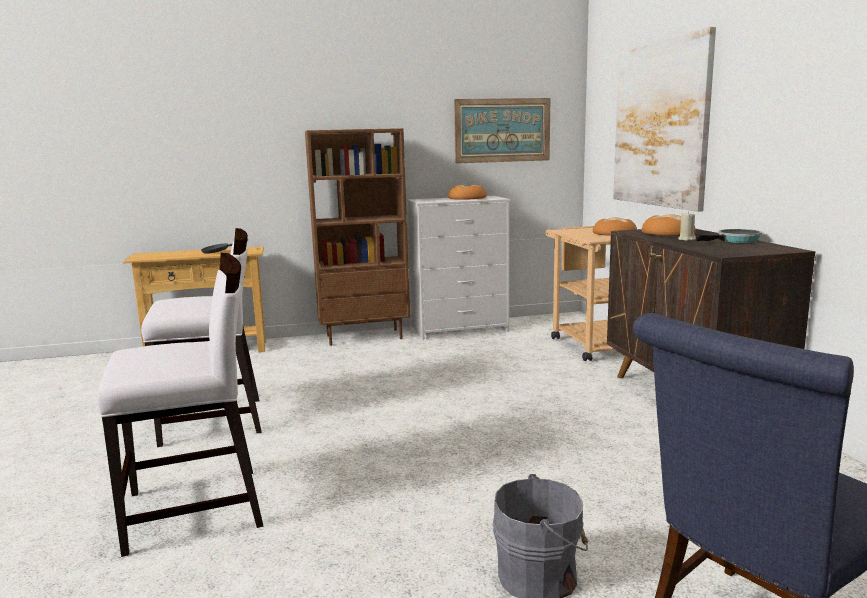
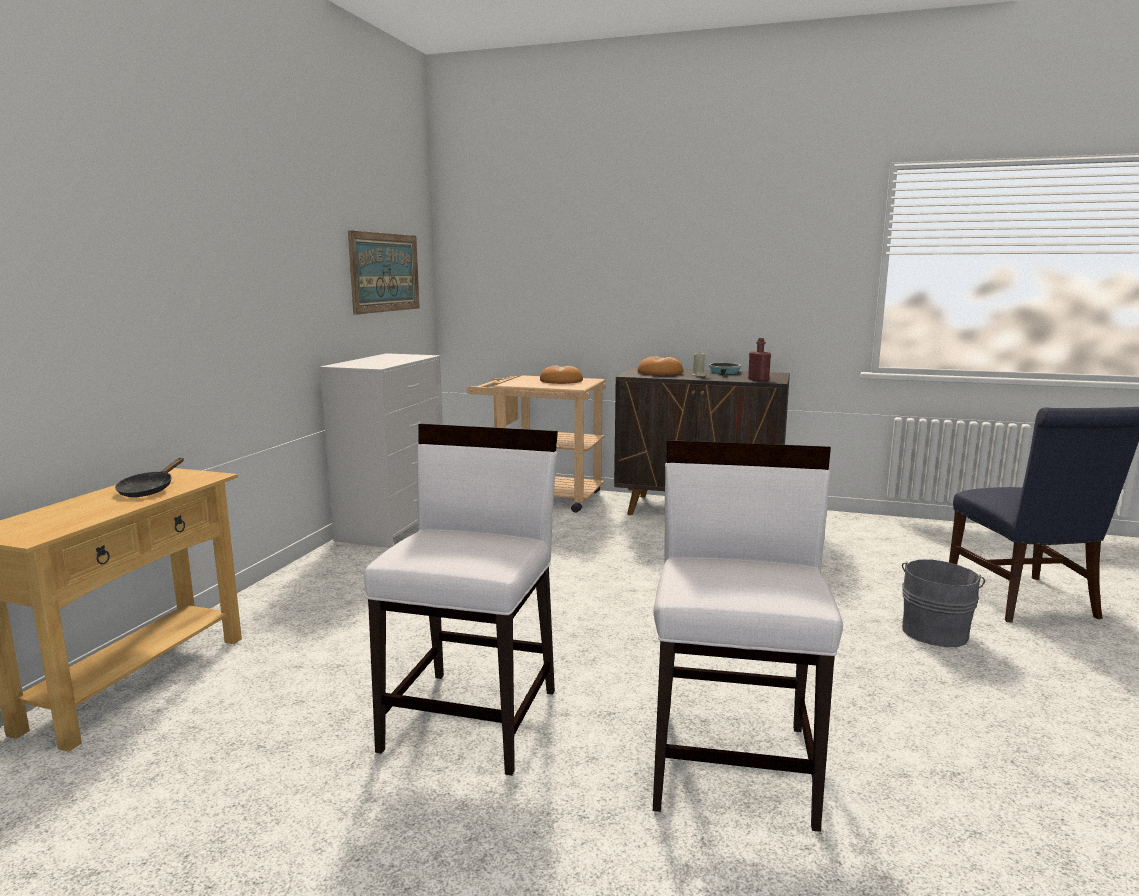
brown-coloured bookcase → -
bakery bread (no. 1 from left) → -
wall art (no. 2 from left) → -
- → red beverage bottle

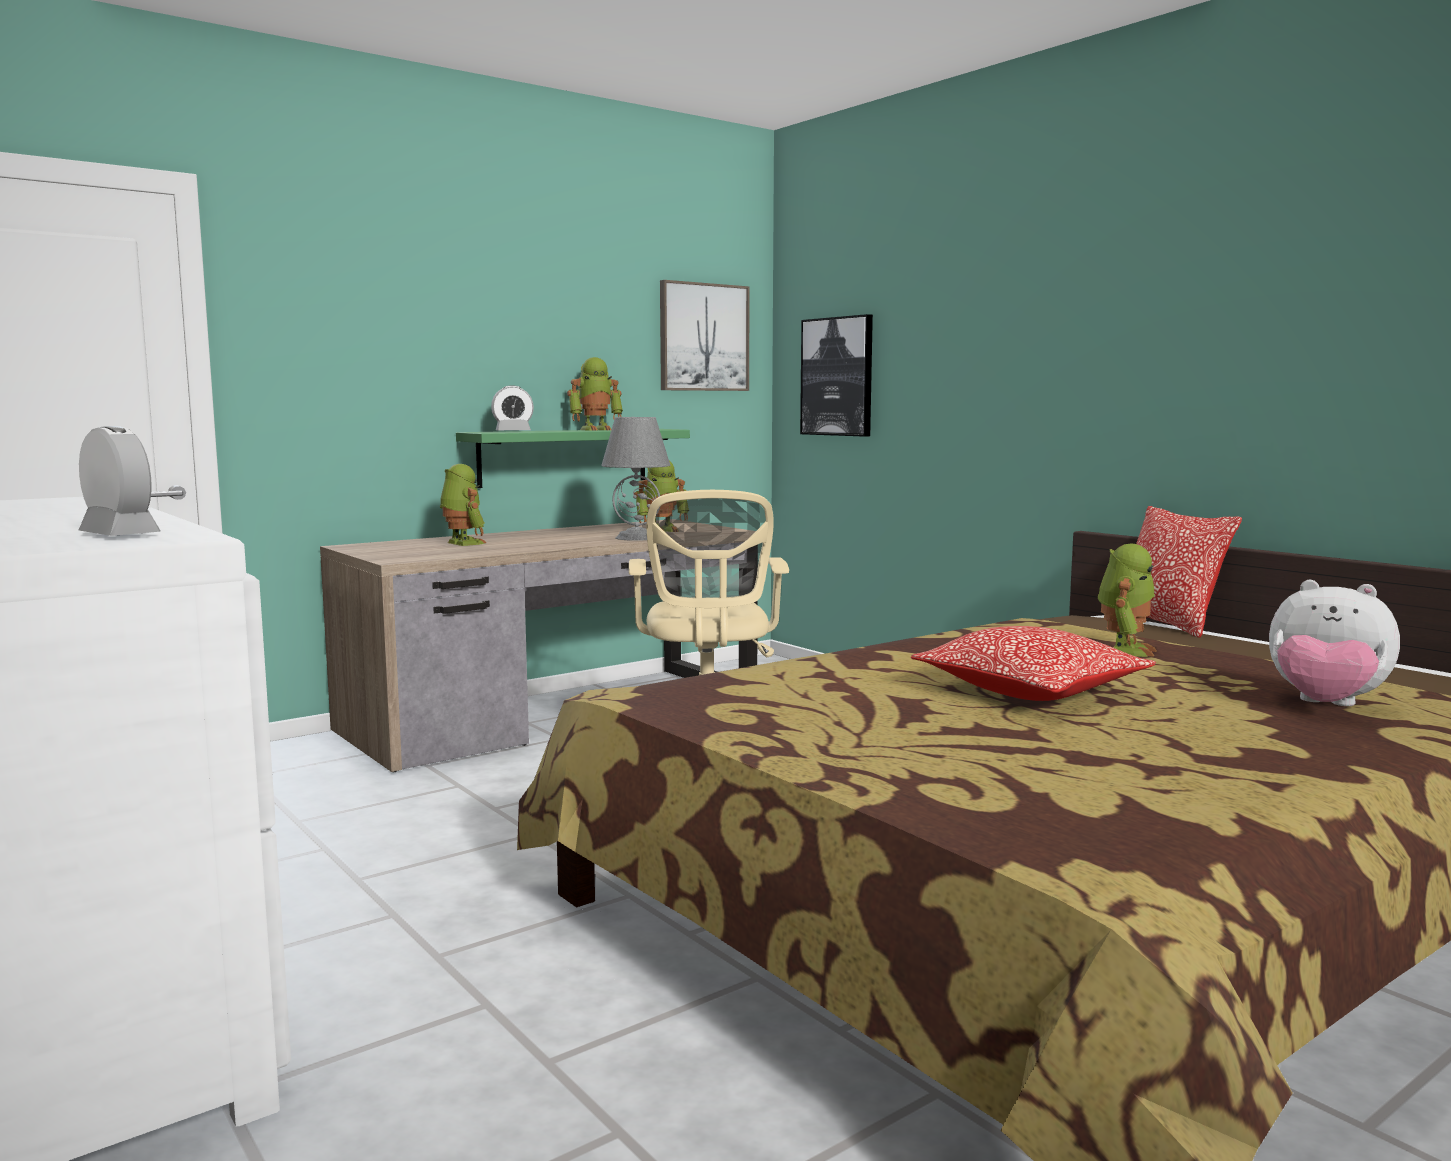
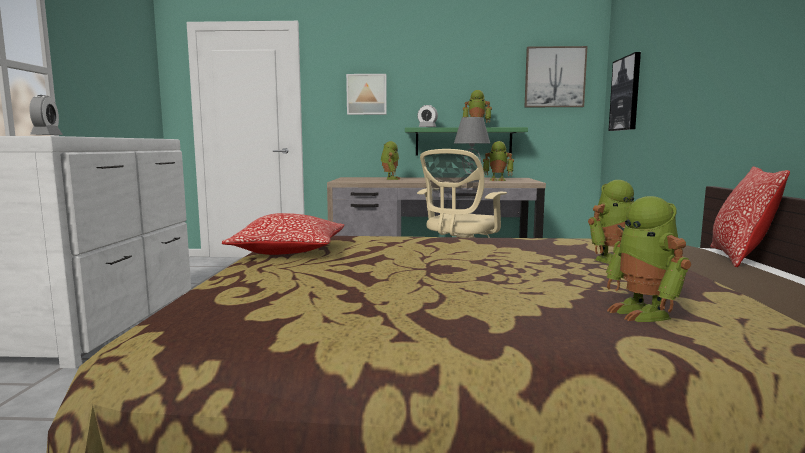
- → wall art (no. 1 from left)
cushion (no. 1 from left), shifted
cuddly toy → robot figure (no. 5 from left)

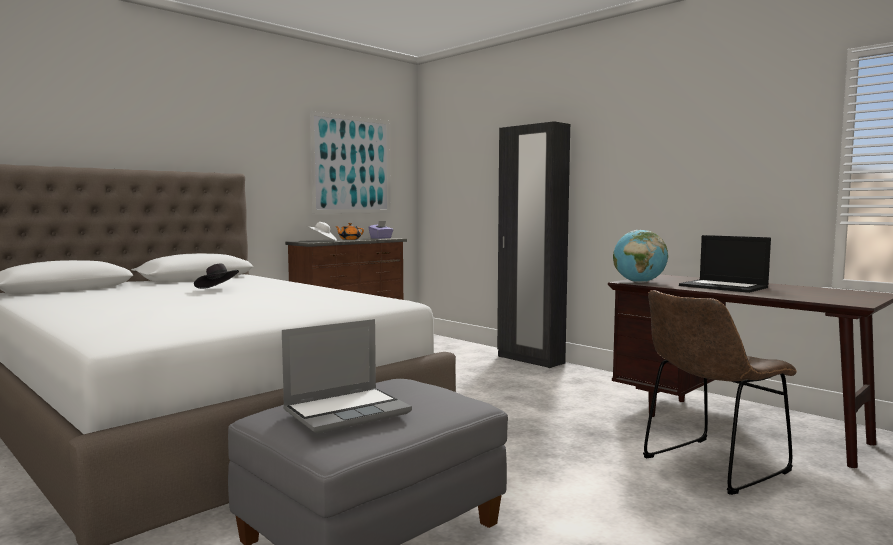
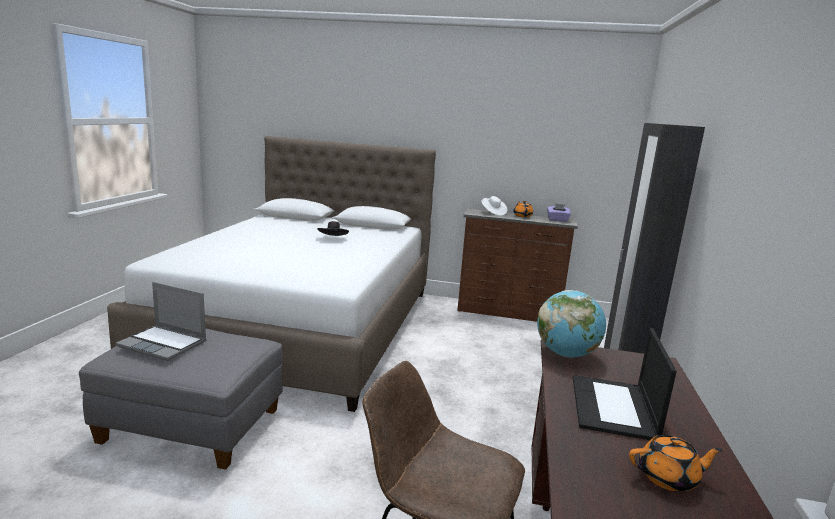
wall art → -
- → orange-coloured teapot (no. 2 from left)

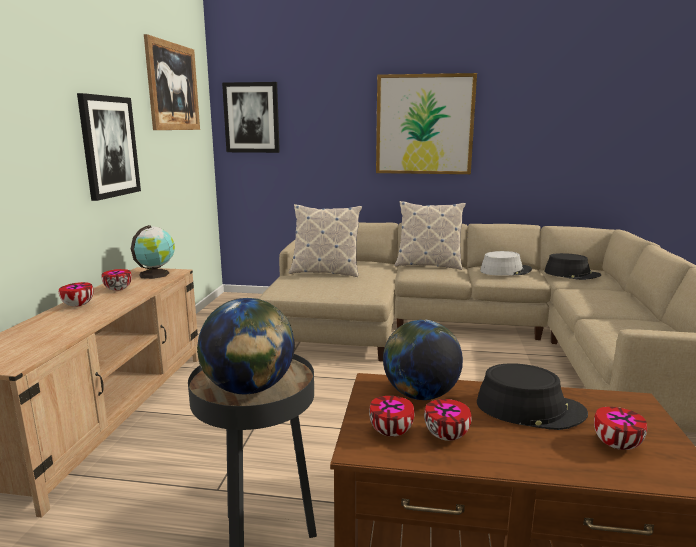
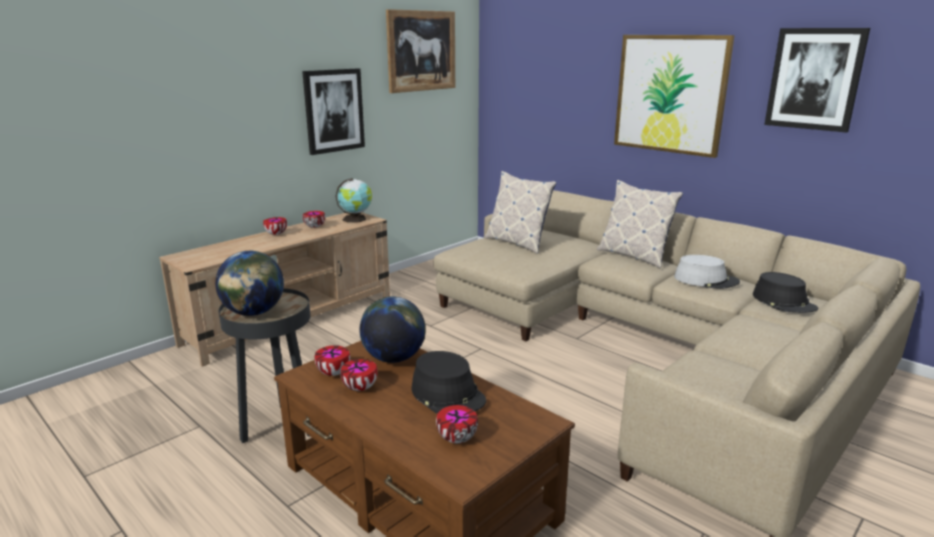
wall art (no. 3 from left in the first image) → wall art (no. 4 from left), shifted

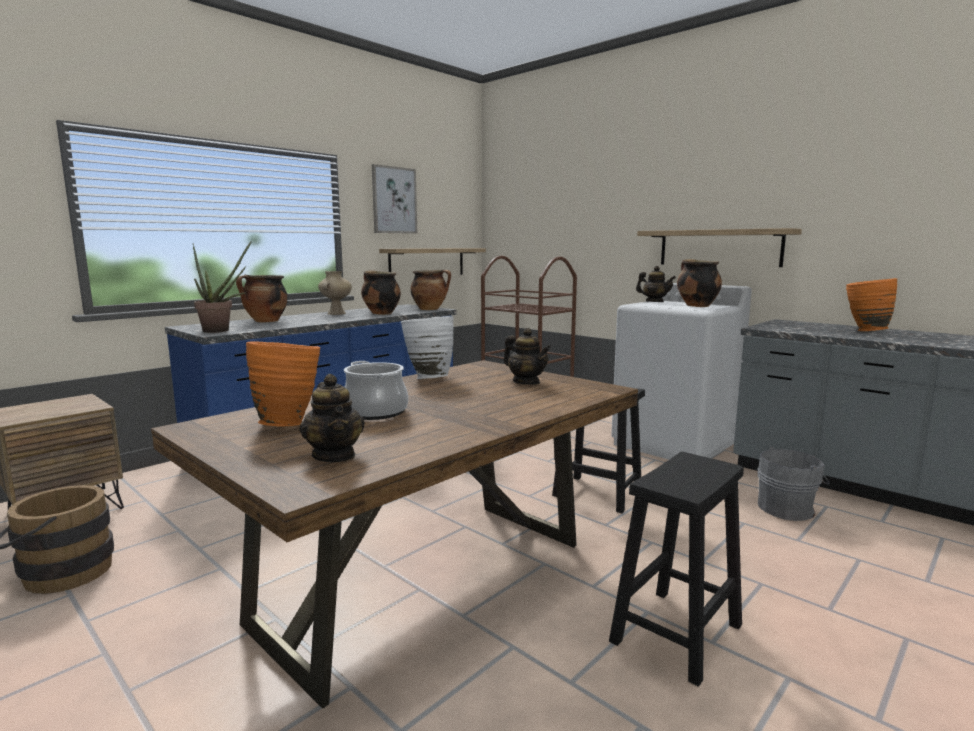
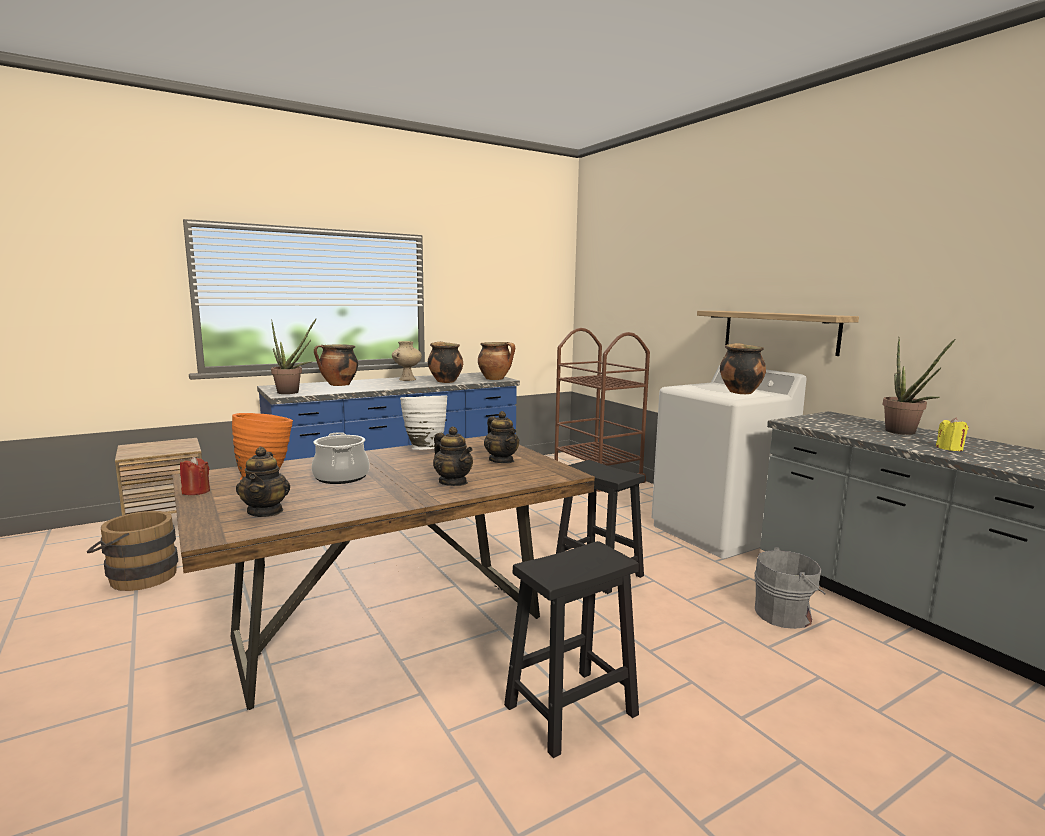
wall art → -
wall shelf (no. 1 from left) → -
- → red wax candle
- → yellow wax candle
teapot (no. 3 from left in the first image) → teapot (no. 2 from left), shifted
orange-coloured flower vase (no. 2 from left) → plant in a pot (no. 2 from left)

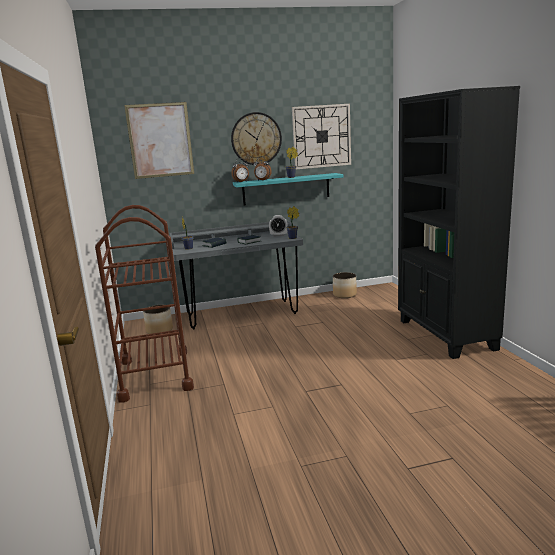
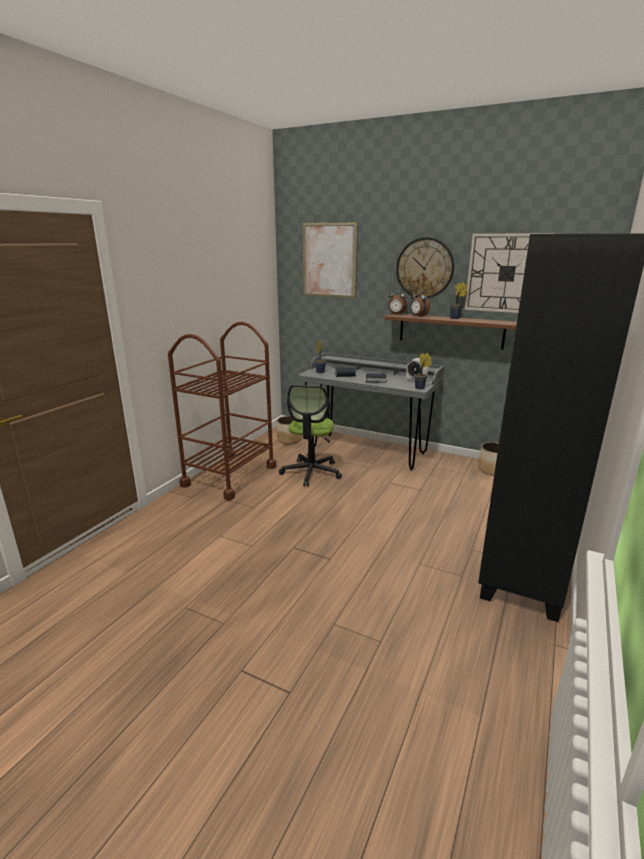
- → desk chair
turquoise-coloured wall shelf → brown-coloured wall shelf

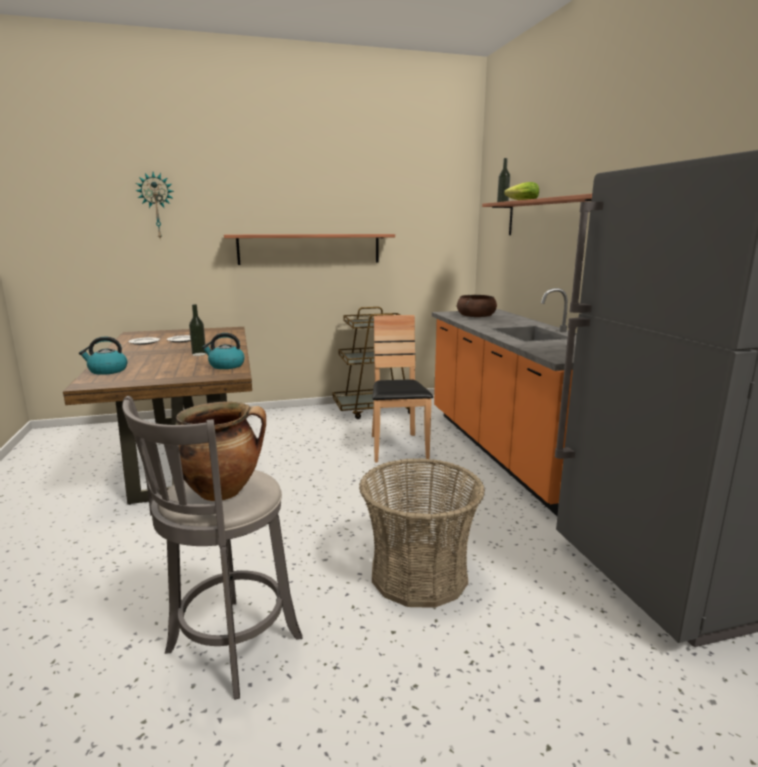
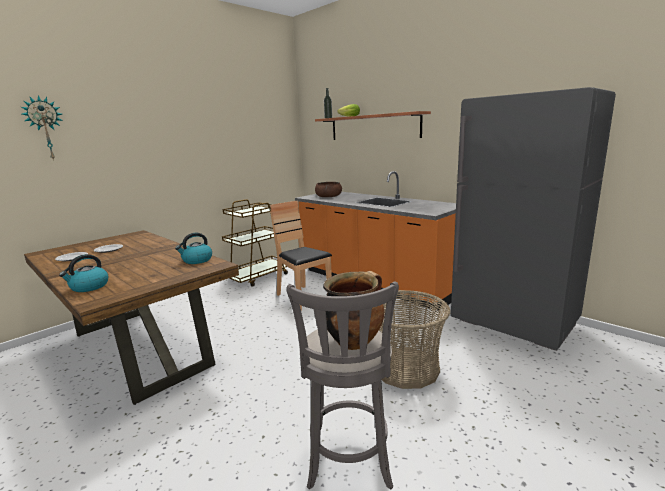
beverage bottle (no. 1 from left) → -
wall shelf (no. 1 from left) → -

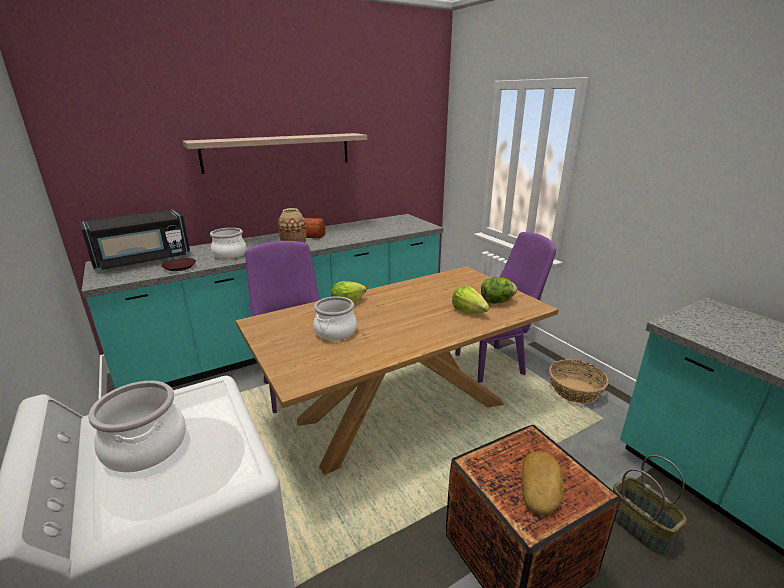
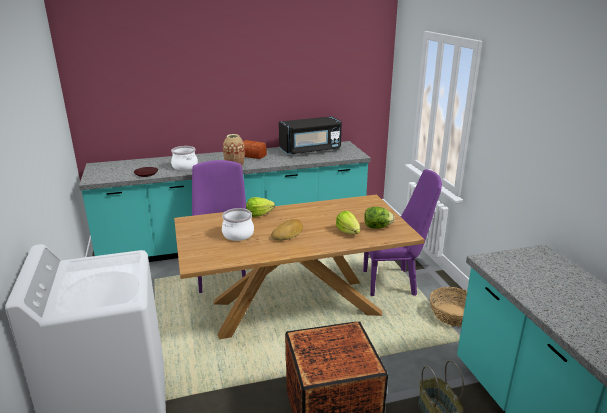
saucepot (no. 1 from left) → -
wall shelf → -
black microwave oven, shifted
bakery bread (no. 2 from left), shifted

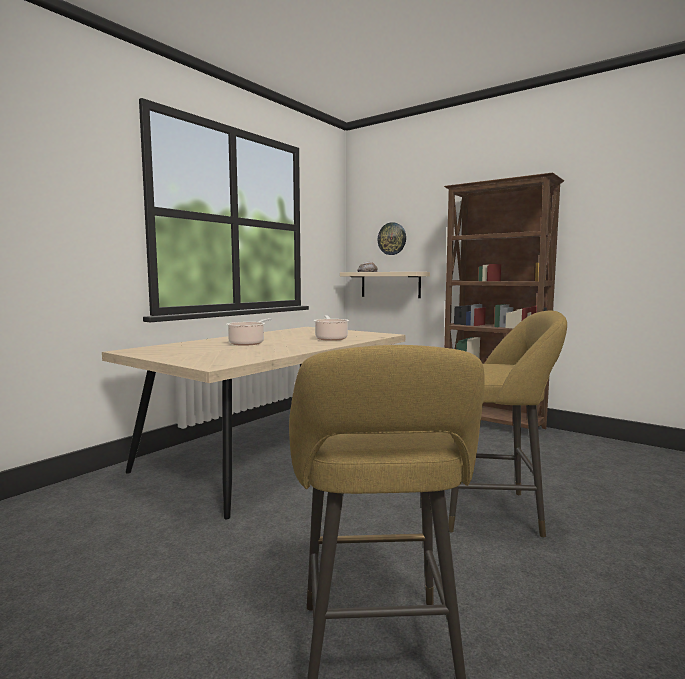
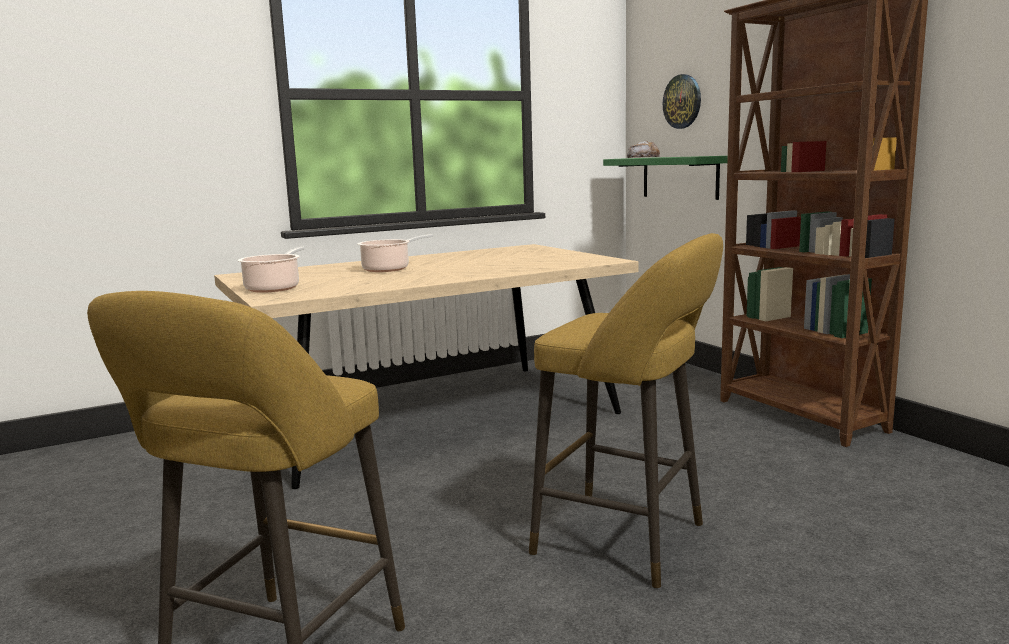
saucepot (no. 2 from left in the first image) → saucepot (no. 1 from left), shifted
beige-coloured wall shelf → green wall shelf

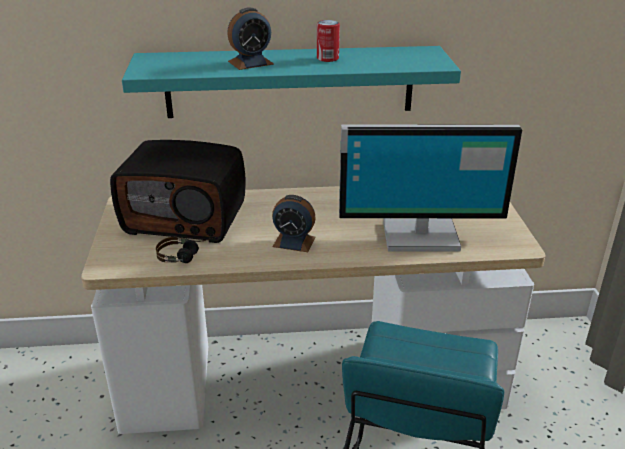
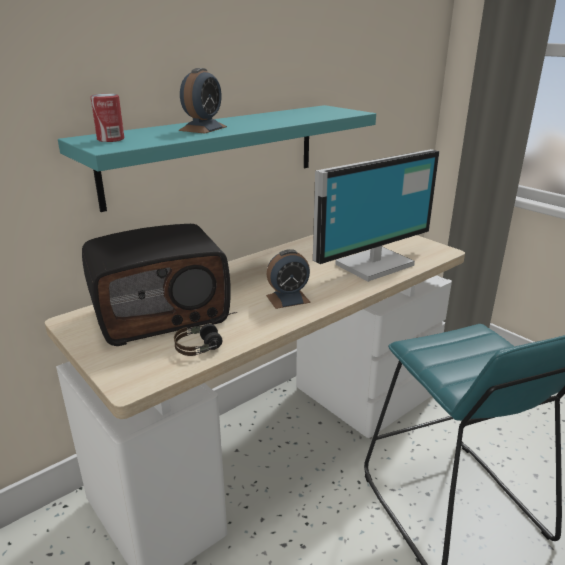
can, shifted

